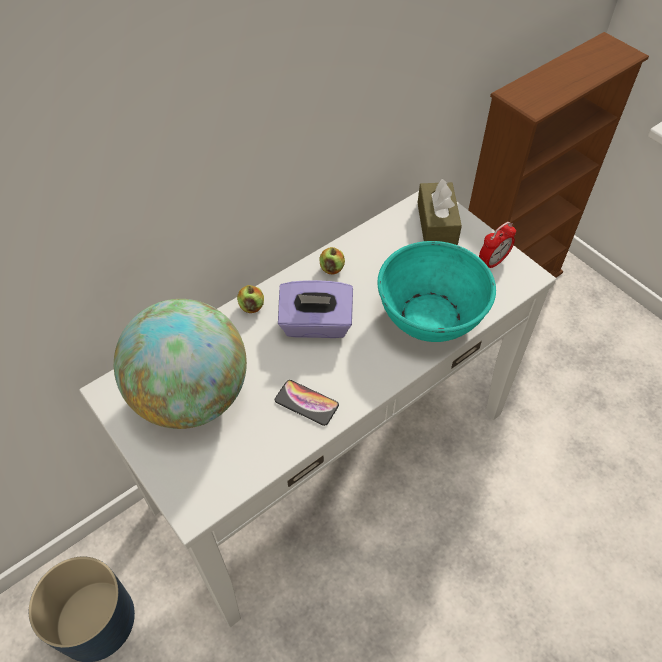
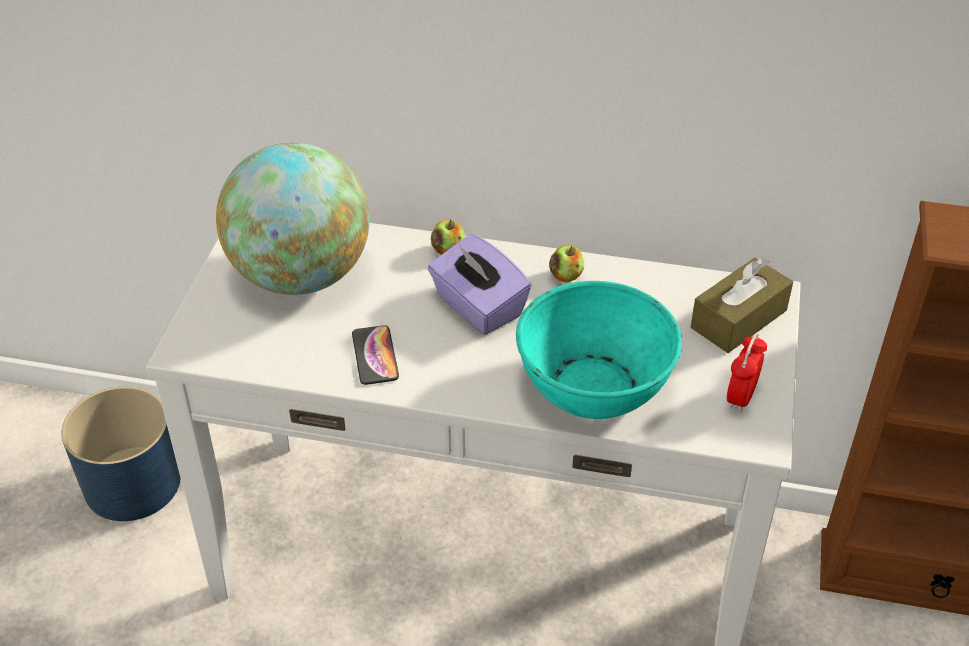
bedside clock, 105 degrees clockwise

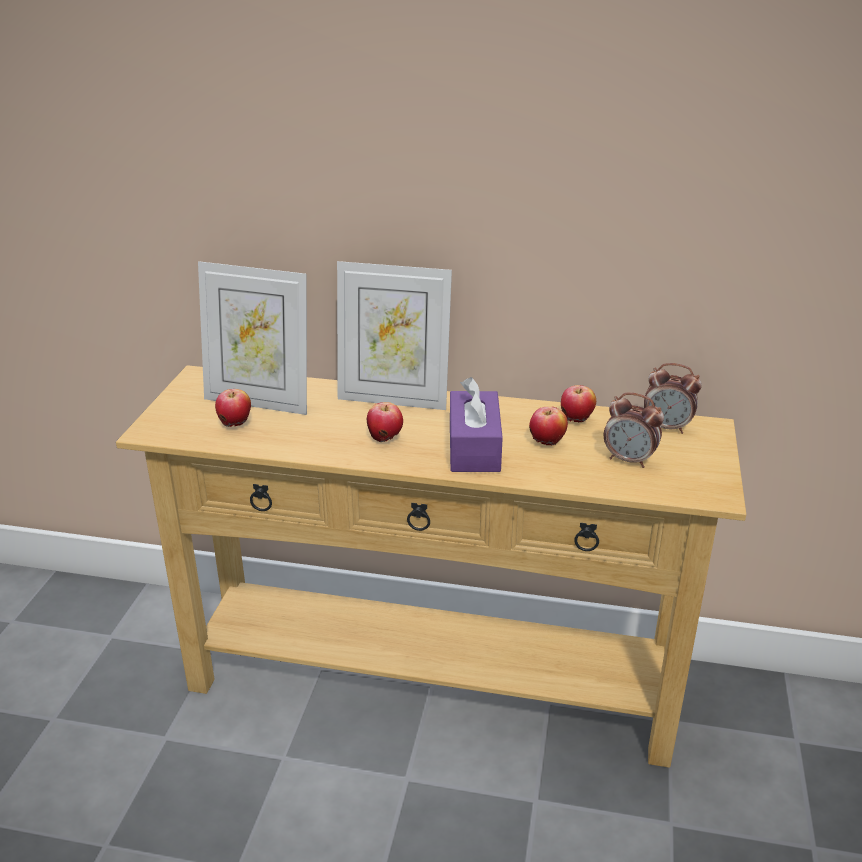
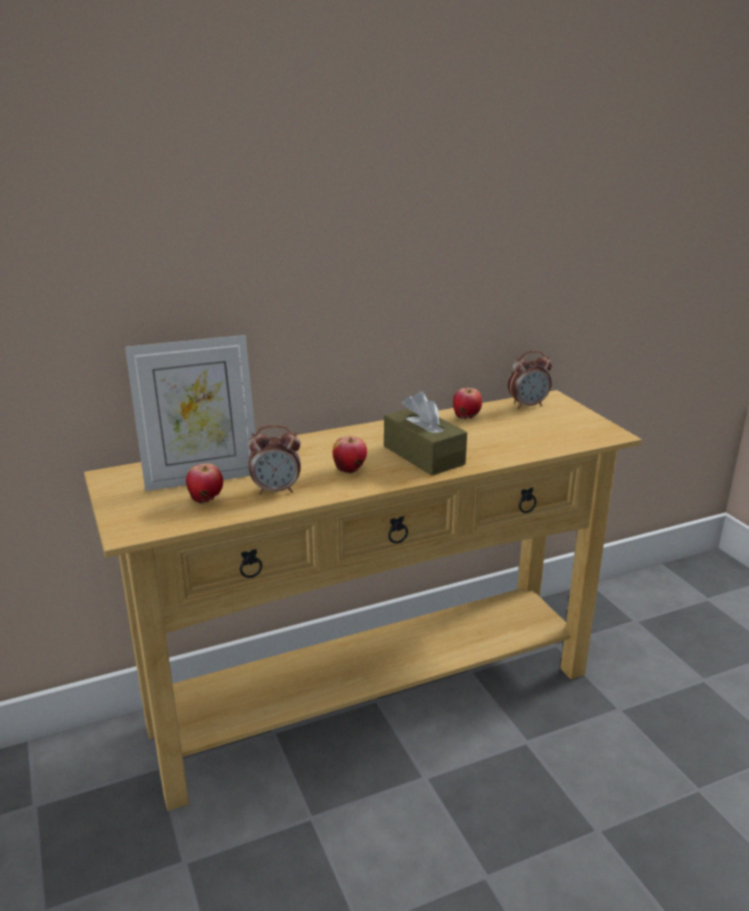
standing frame (no. 2 from left) → -
apple fruit (no. 3 from left) → -
bedside clock (no. 1 from left), shifted
purple tissue holder → brown-coloured tissue holder

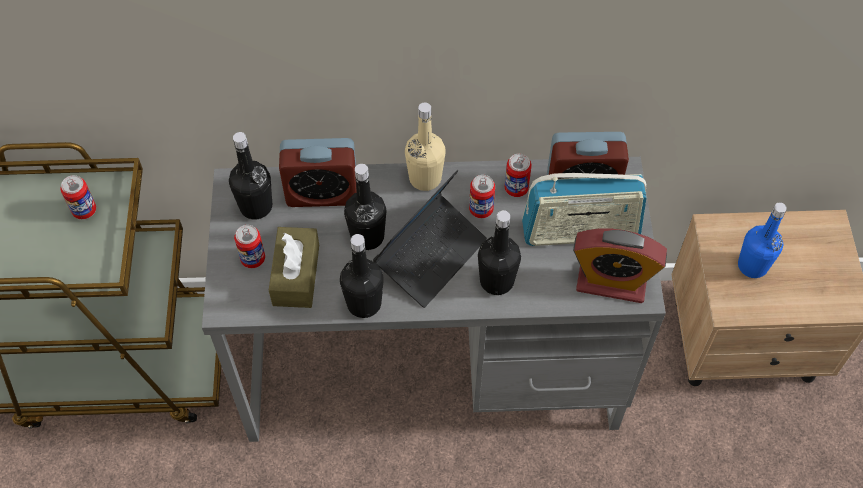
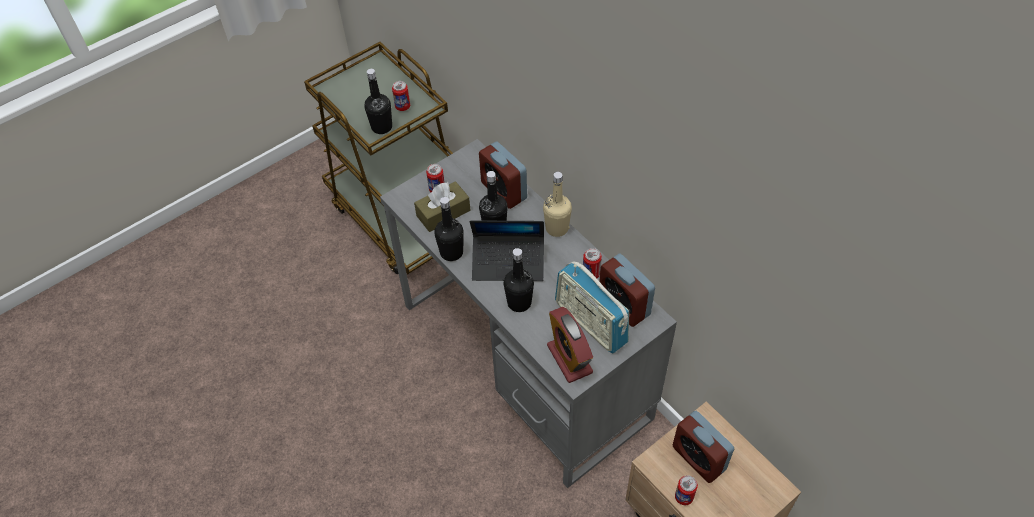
black beverage bottle (no. 1 from left), shifted
can (no. 3 from left in the first image) → can (no. 4 from left), shifted
blue beverage bottle → bedside clock (no. 4 from left)

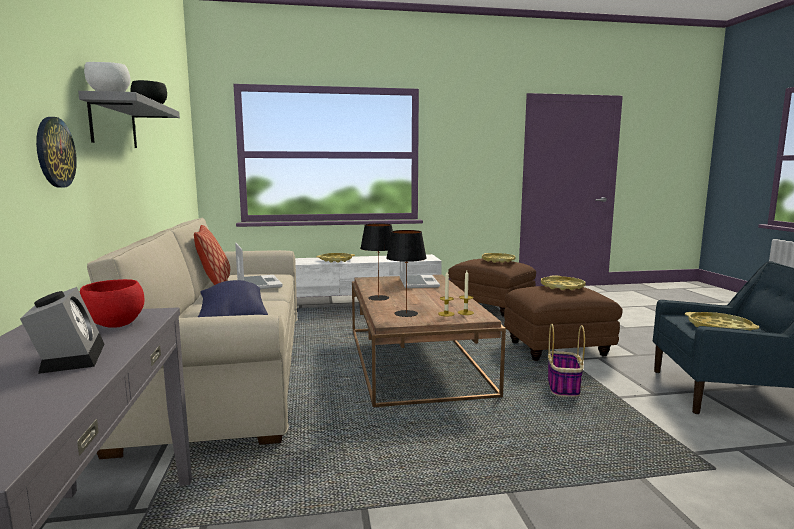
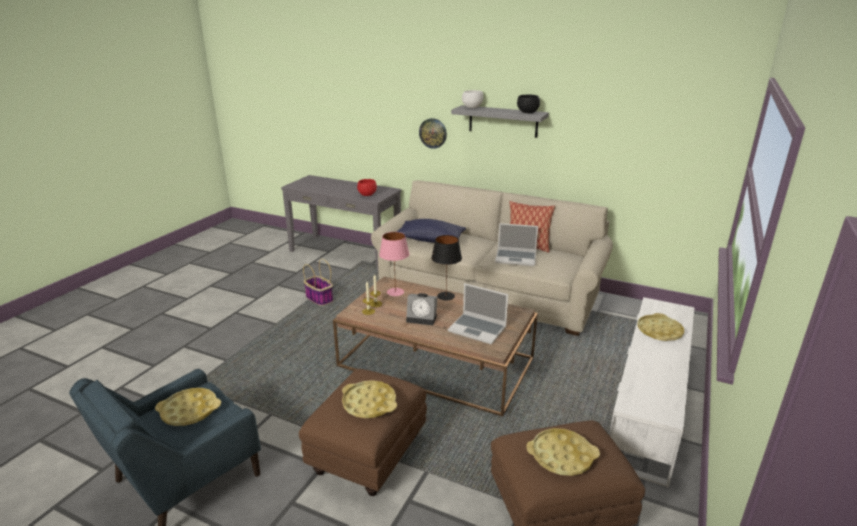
bedside clock, shifted
storage basket, shifted
black lamp for a table (no. 2 from left) → pink lamp for a table

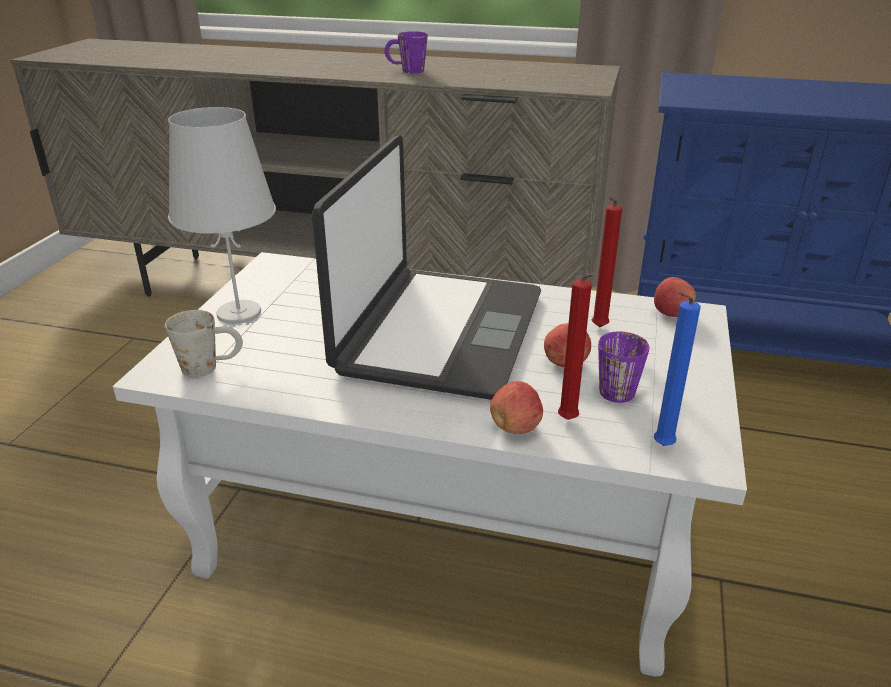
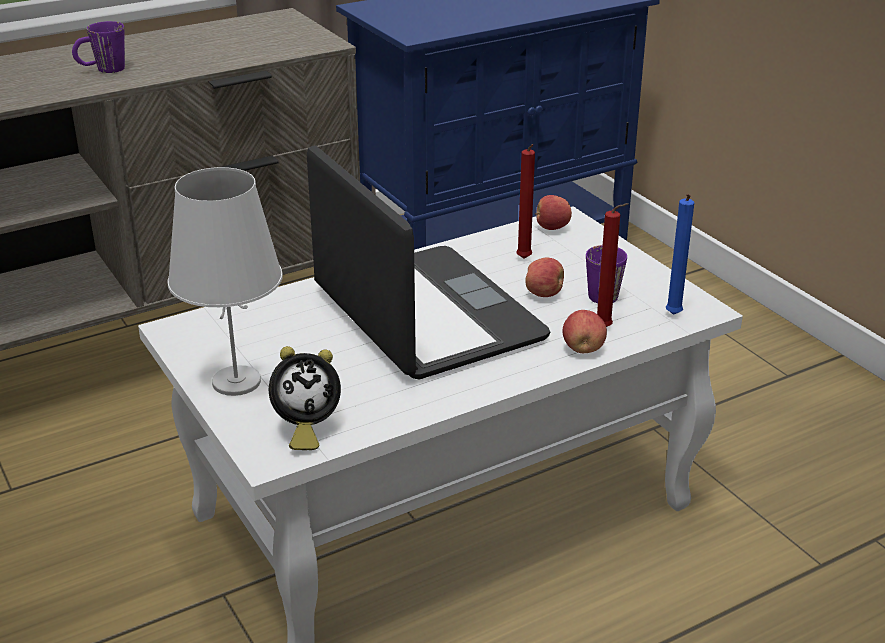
white mug → bedside clock

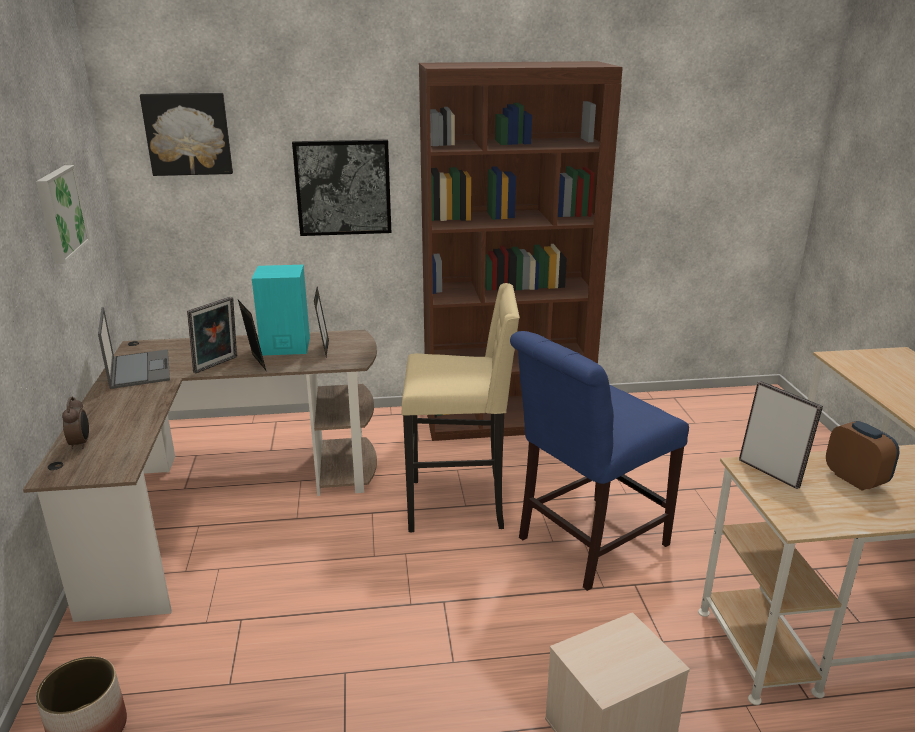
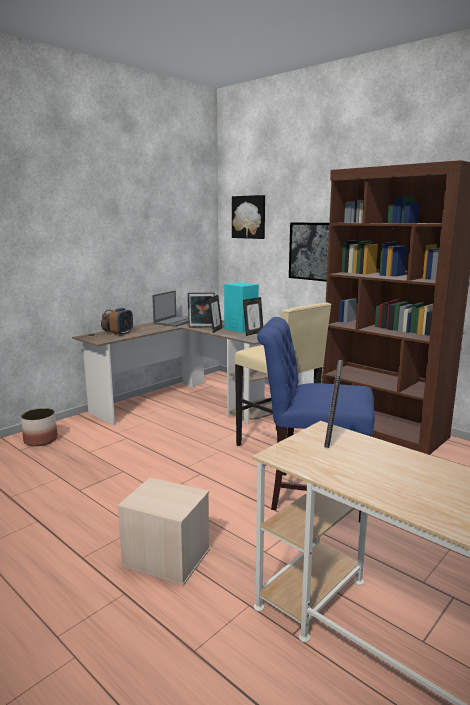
wall art (no. 1 from left) → -
bedside clock (no. 2 from left), shifted

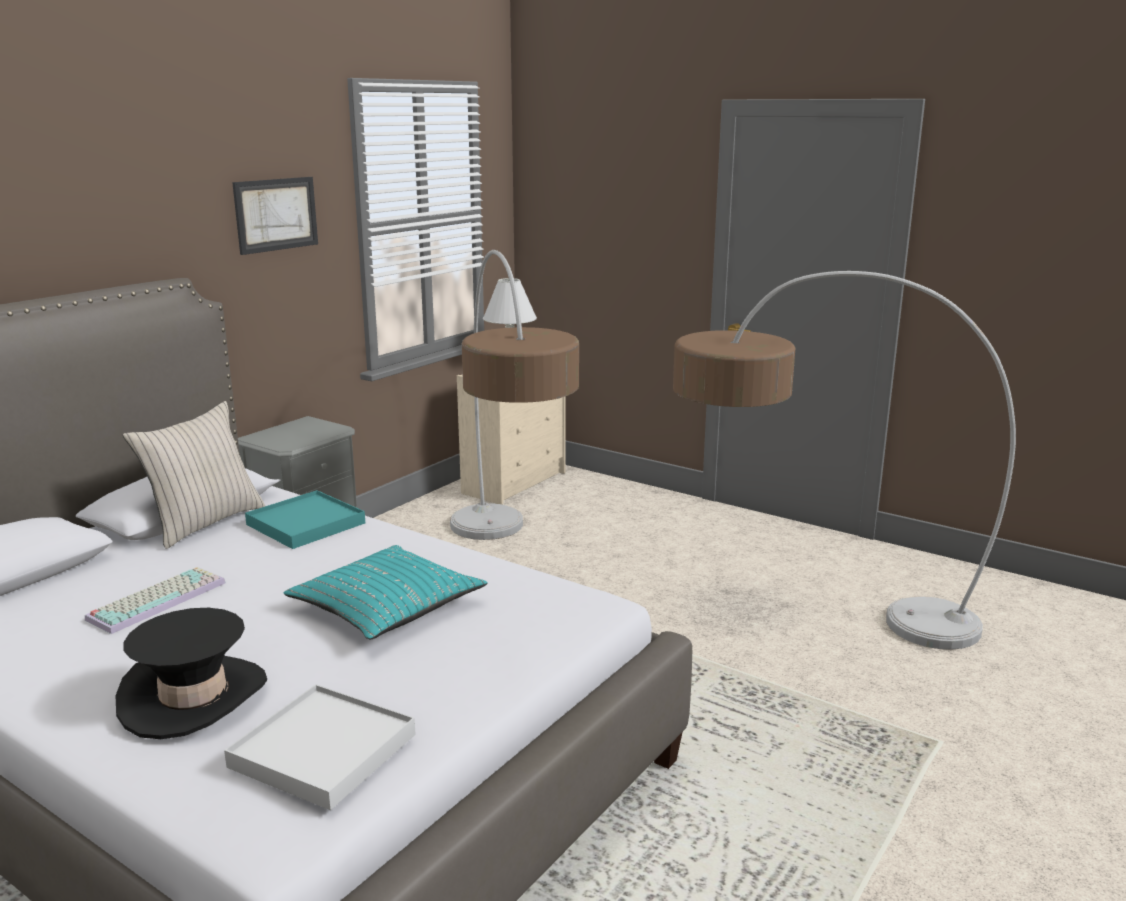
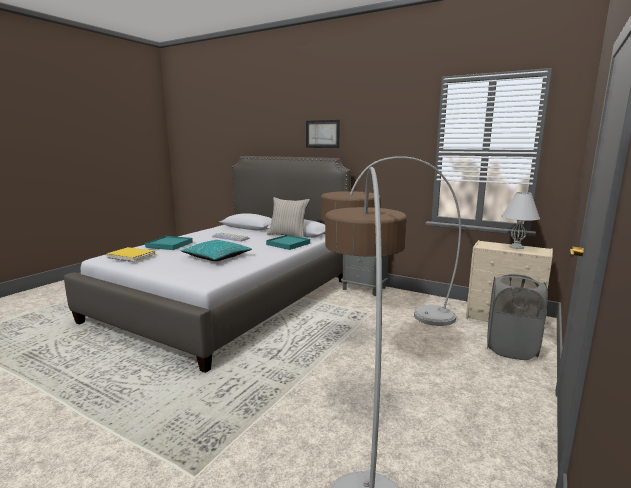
- → gray washing basket
wall art, shifted
black wearable hat → turquoise-coloured serving tray (no. 1 from left)
white serving tray → yellow book

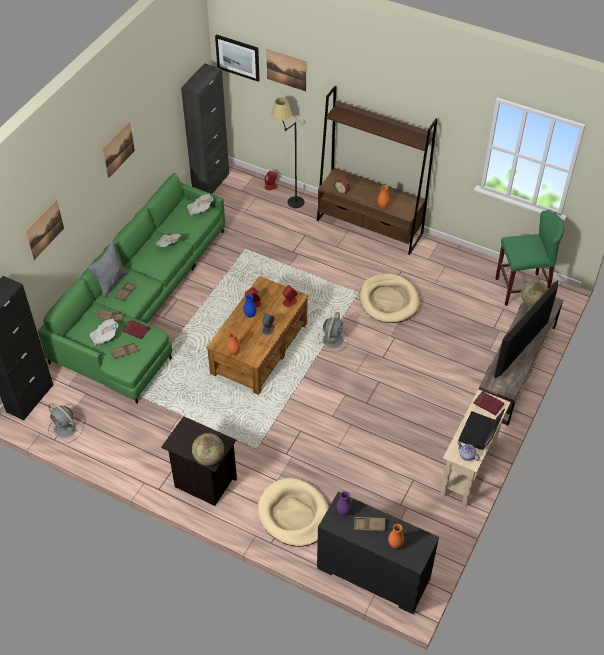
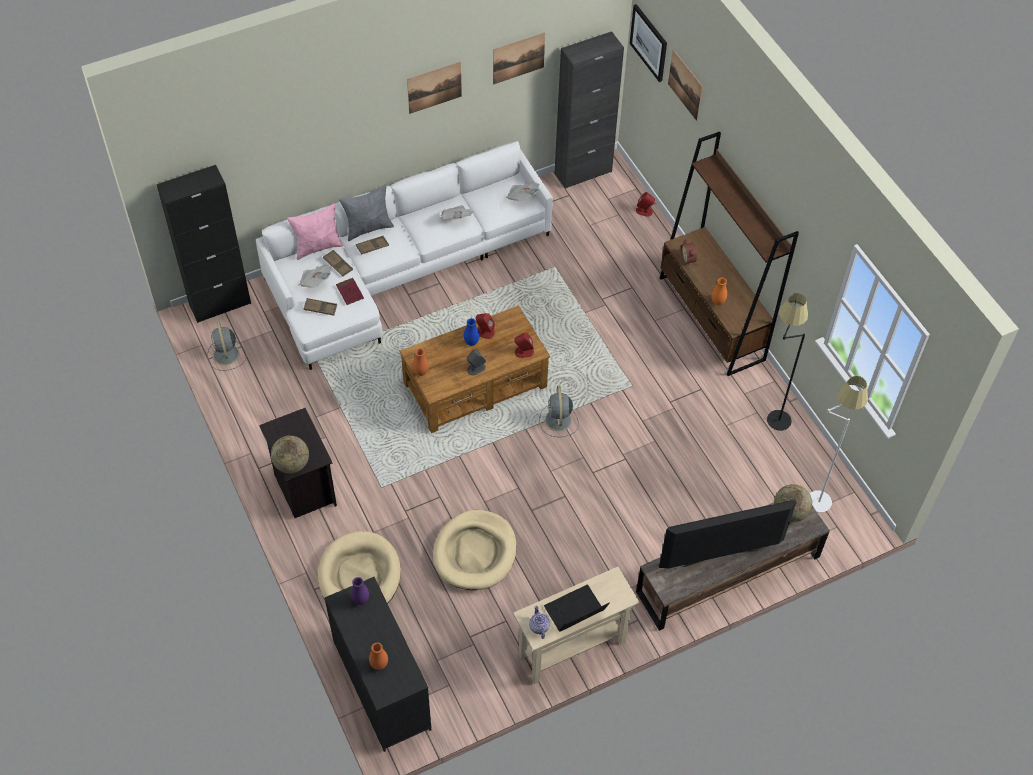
brown-coloured serving tray (no. 4 from left) → -
red book (no. 2 from left) → -
- → pink cushion
wall art (no. 1 from left in the first image) → wall art (no. 2 from left), shifted
black standing lamp, shifted
beige-coloured pet bed (no. 2 from left), shifted
green sitting stool → white standing lamp
green settee → white settee
gray cooling fan (no. 2 from left), 120 degrees clockwise

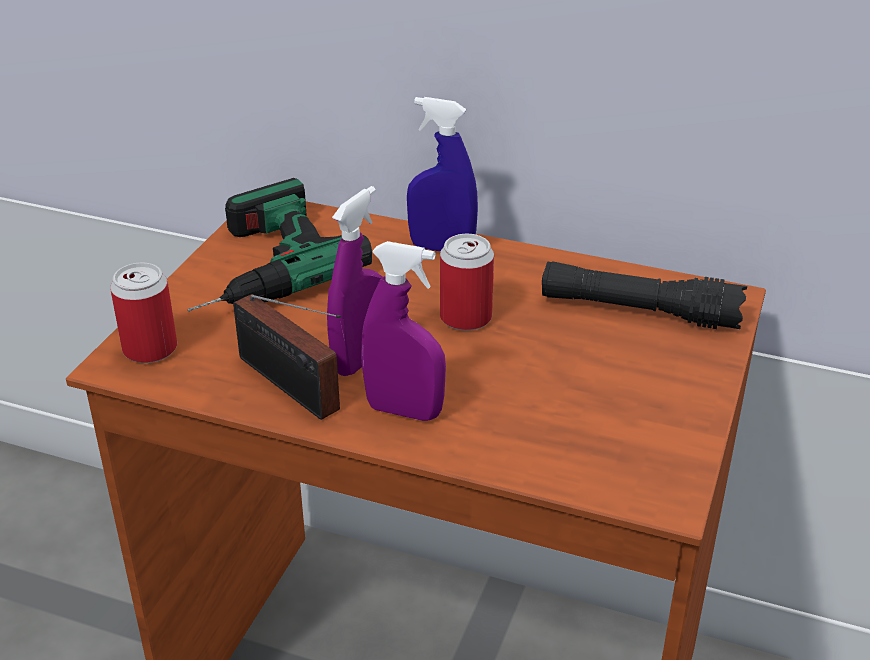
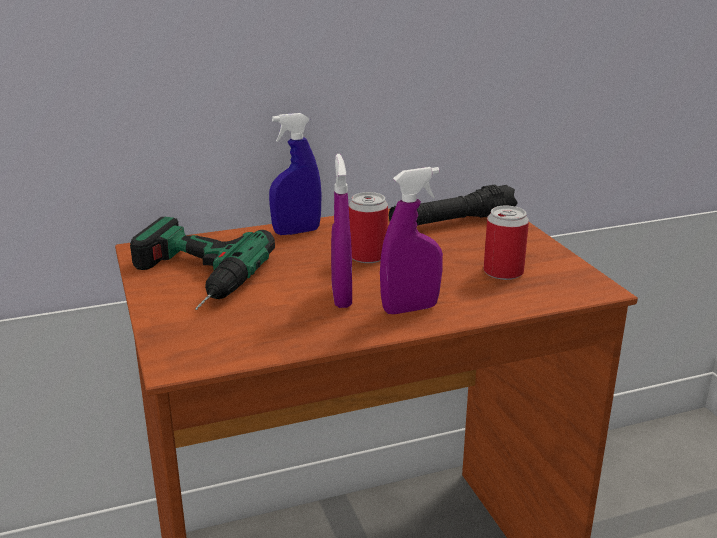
radio → -
can (no. 1 from left in the first image) → can (no. 2 from left), shifted

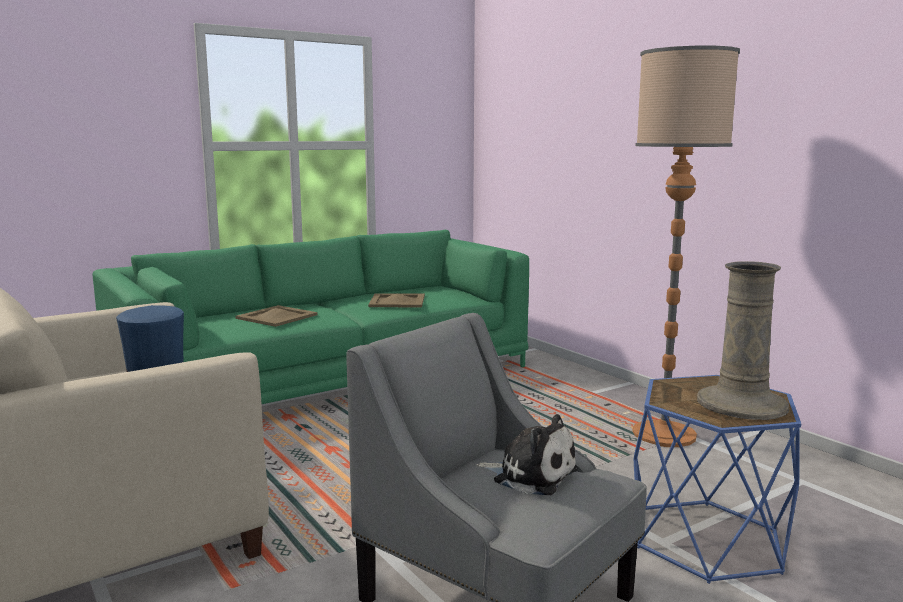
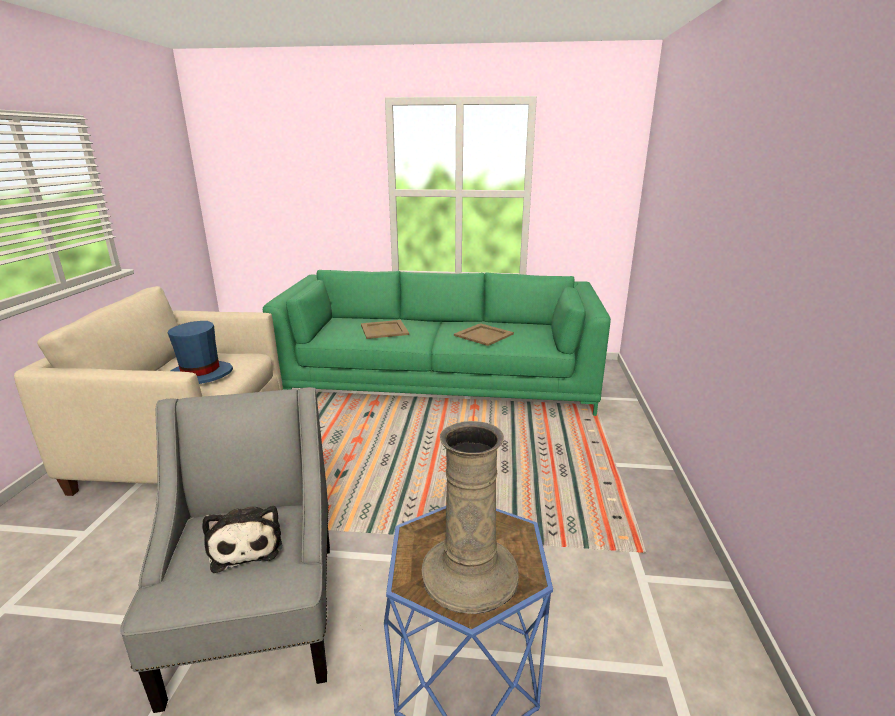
standing lamp → -

